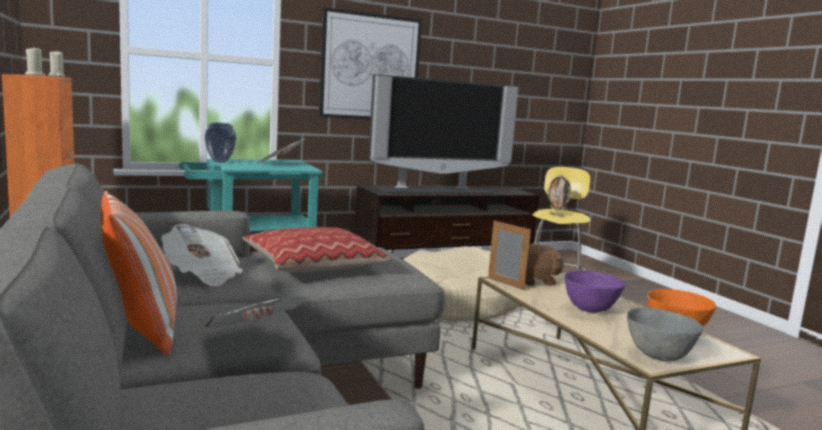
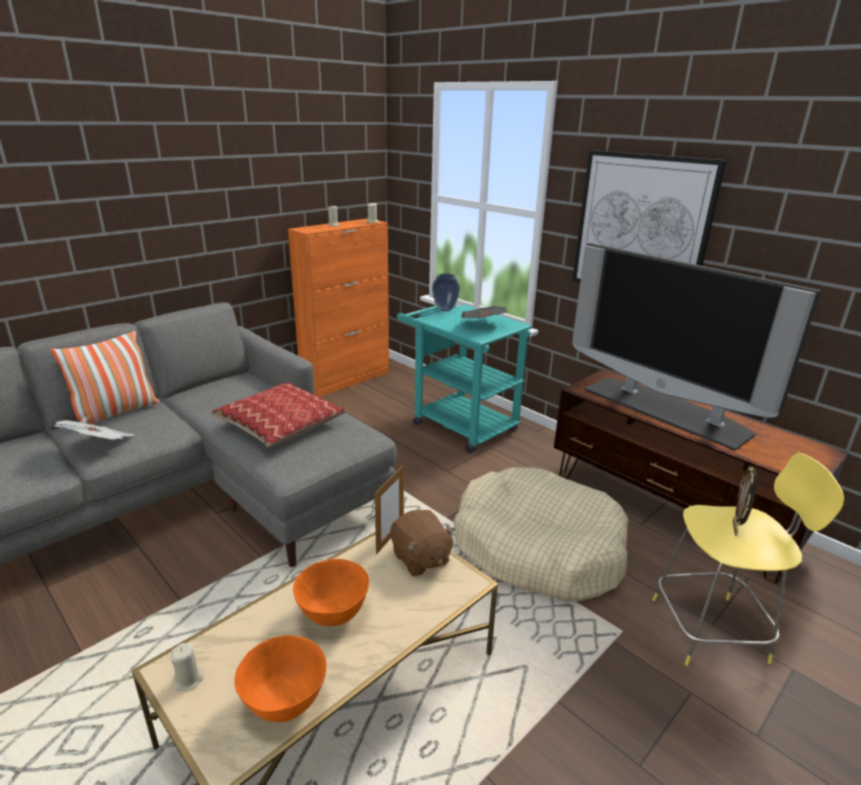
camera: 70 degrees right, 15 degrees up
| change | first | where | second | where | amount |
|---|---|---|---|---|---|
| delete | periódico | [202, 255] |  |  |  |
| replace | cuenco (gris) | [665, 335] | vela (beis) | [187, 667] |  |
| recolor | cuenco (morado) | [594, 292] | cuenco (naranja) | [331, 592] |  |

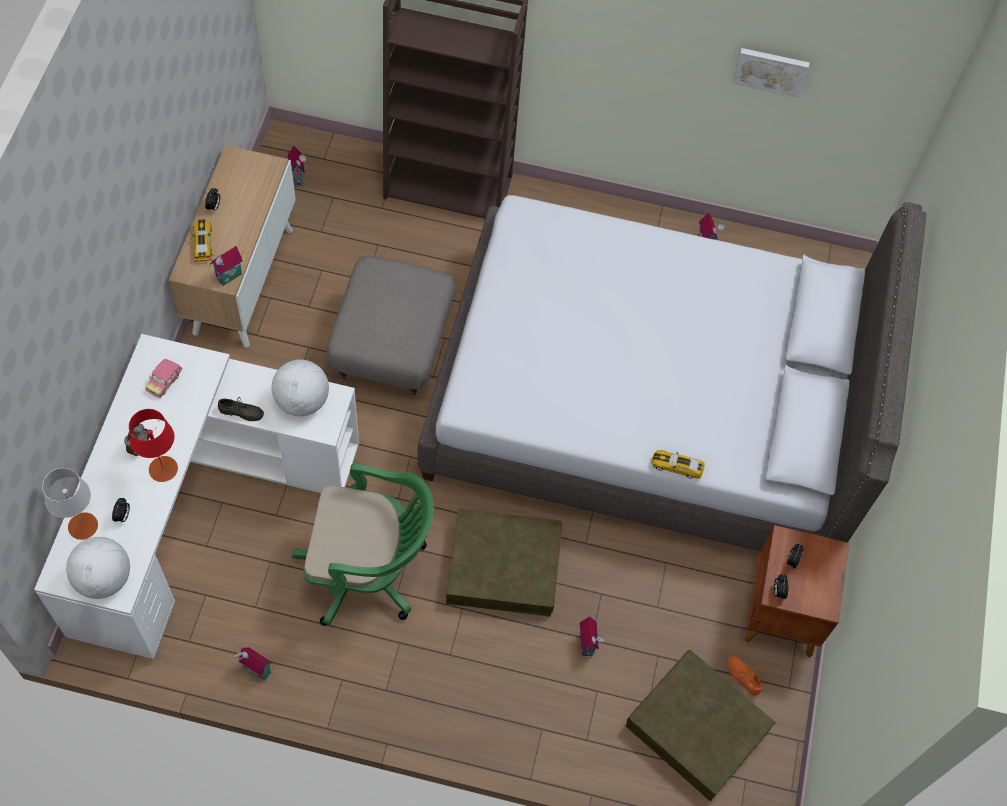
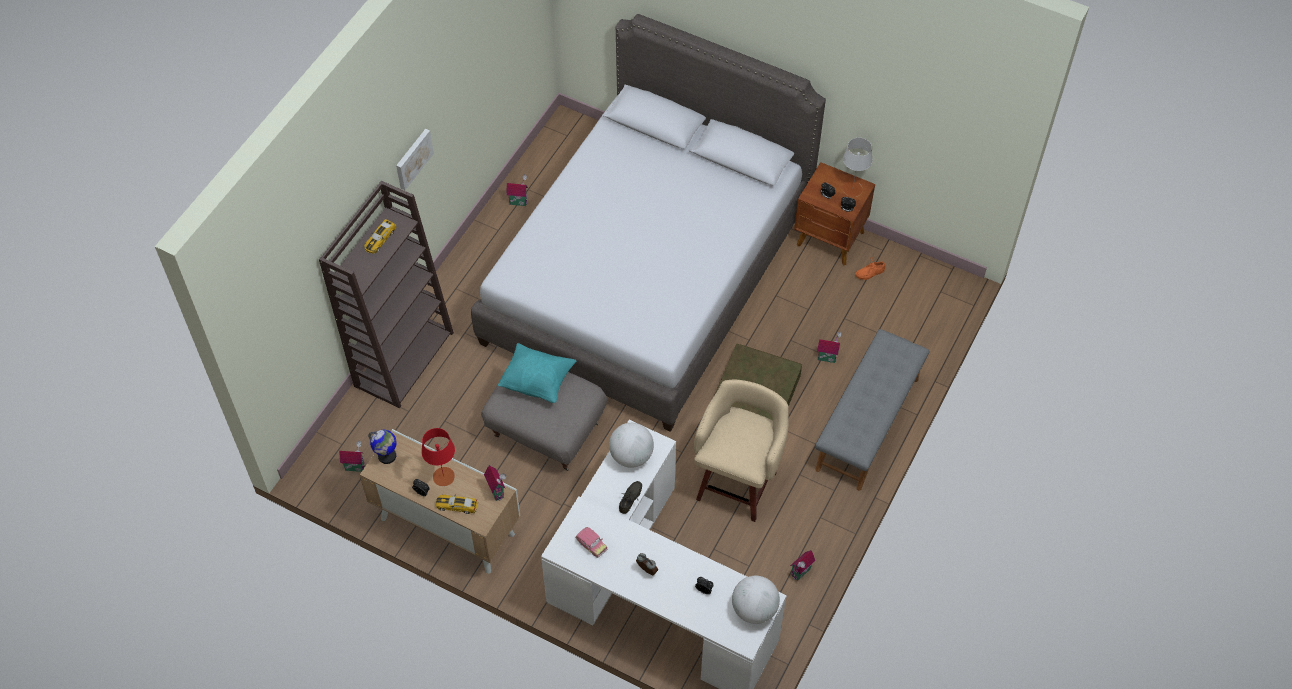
camera: 70 degrees left, 5 degrees down
| change | first | where | second | where | amount |
|---|---|---|---|---|---|
| delete | caja de almacenaje (marrón) | [700, 725] |  |  |  |
| insert |  |  | globo terráqueo | [382, 447] |  |
| insert |  |  | cojín (turquesa) | [537, 373] |  |
| insert |  |  | banco (gris) | [872, 410] |  |
| move | lámpara de mesa (gris) | [70, 504] |  | [858, 167] |  |
| move | lámpara de mesa (rojo) | [153, 445] |  | [438, 457] |  |
| move | coche de juguete | [678, 464] |  | [380, 236] |  |
| move | cuadro | [771, 73] |  | [415, 159] |  |
| replace | silla de oficina (verde) | [363, 545] | taburete (beis) | [741, 451] |  |

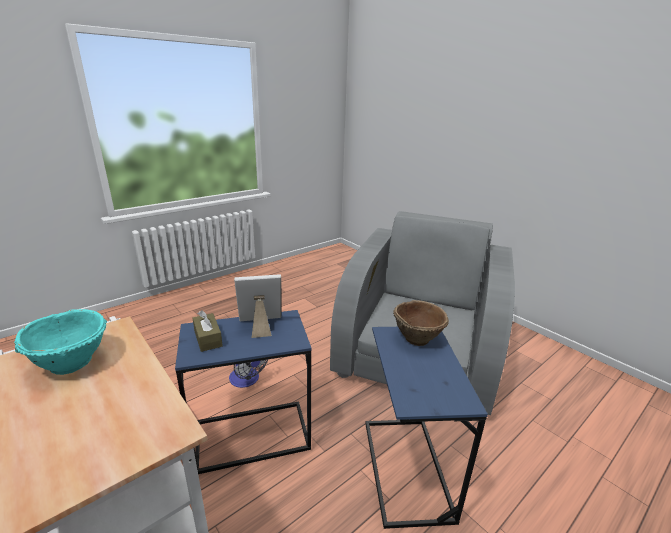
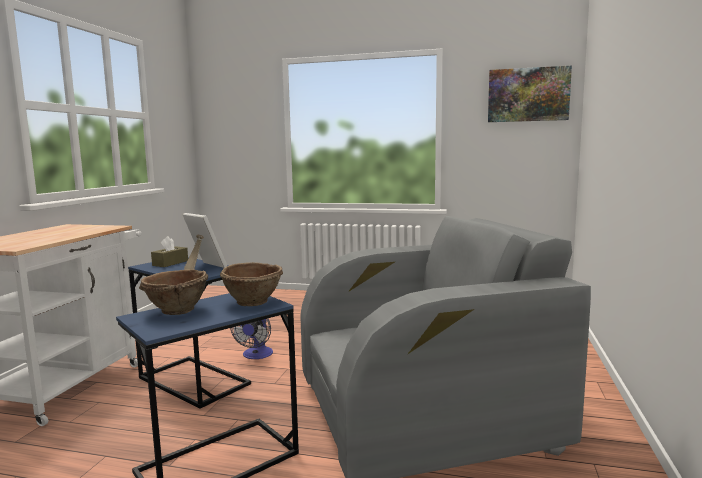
camera: 55 degrees right, 15 degrees down
| change | first | where | second | where | amount |
|---|---|---|---|---|---|
| delete | cuenco (turquesa) | [60, 342] |  |  |  |
| insert |  |  | cuenco (marrón) | [173, 292] |  |
| insert |  |  | cuadro | [530, 94] |  |

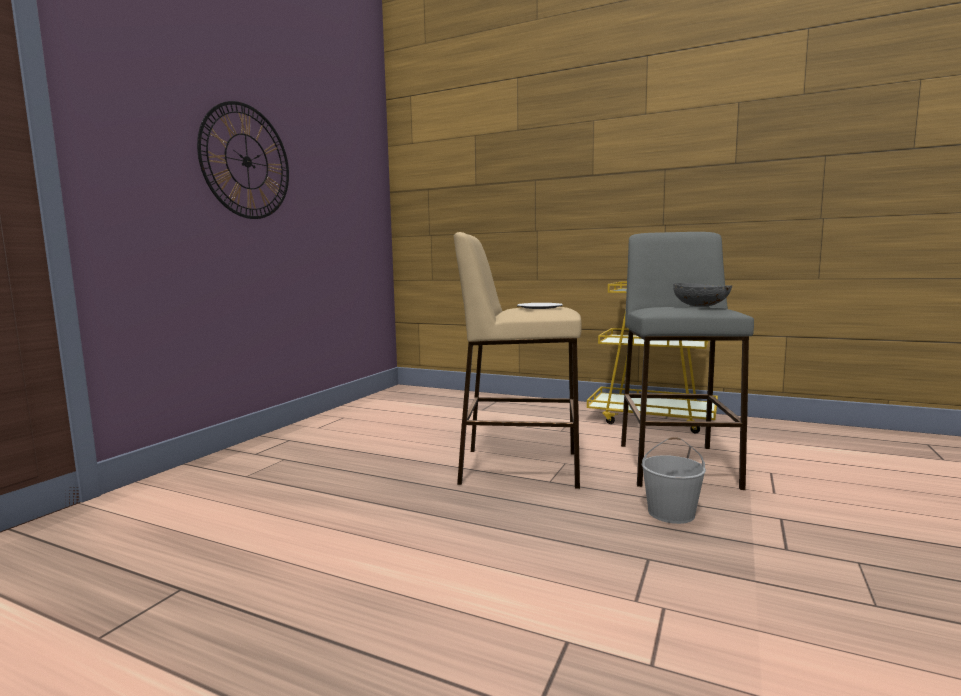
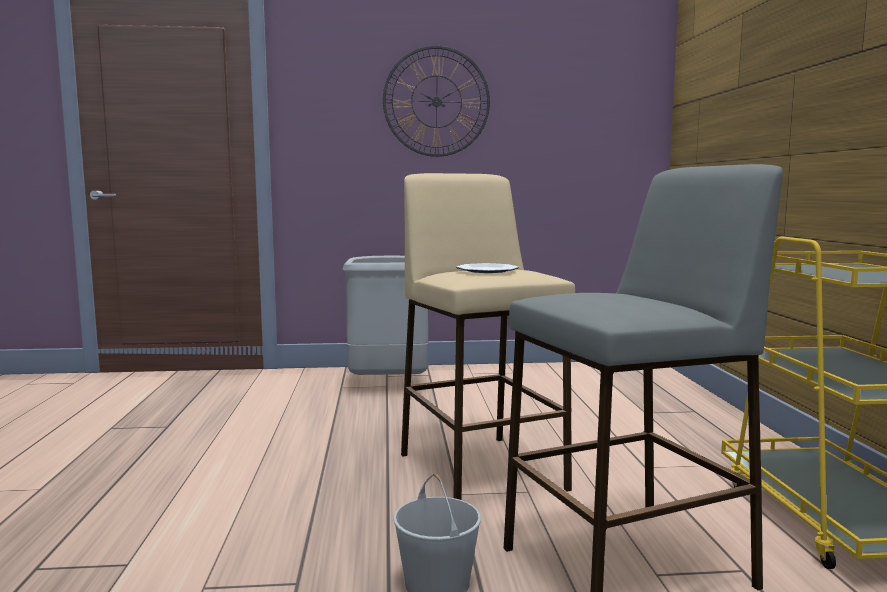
camera: 60 degrees right, 0 degrees up
| change | first | where | second | where | amount |
|---|---|---|---|---|---|
| delete | cuenco (gris) | [702, 295] |  |  |  |
| insert |  |  | papelera (gris) | [385, 315] |  |

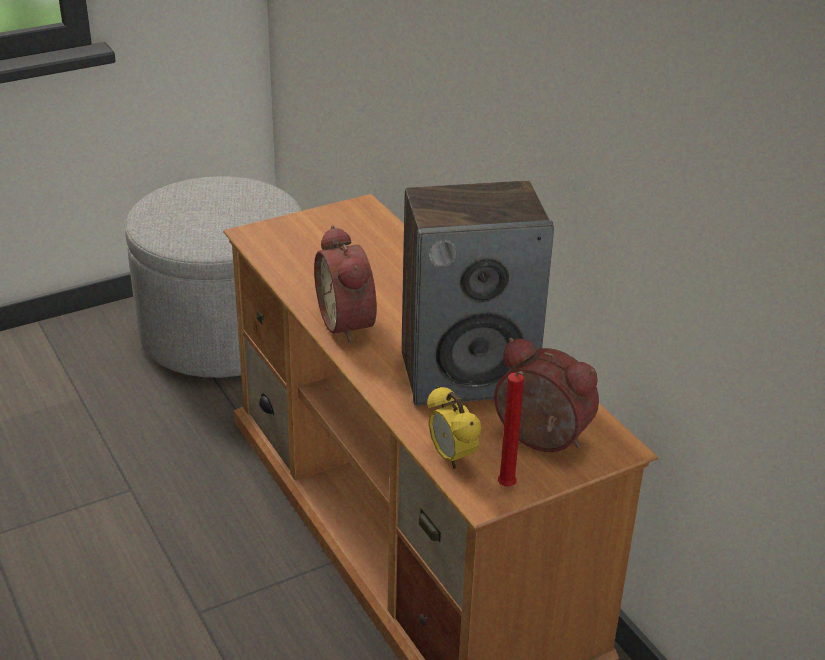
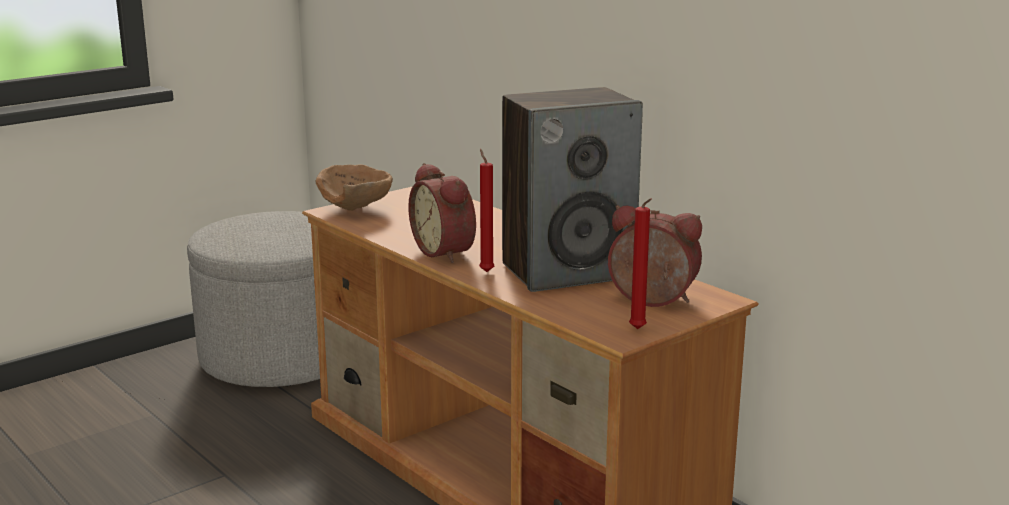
camera: 10 degrees left, 15 degrees down
| change | first | where | second | where | amount |
|---|---|---|---|---|---|
| delete | despertador | [454, 427] |  |  |  |
| insert |  |  | cuenco (marrón) | [354, 187] |  |
| insert |  |  | vela (rojo) | [486, 210] |  |

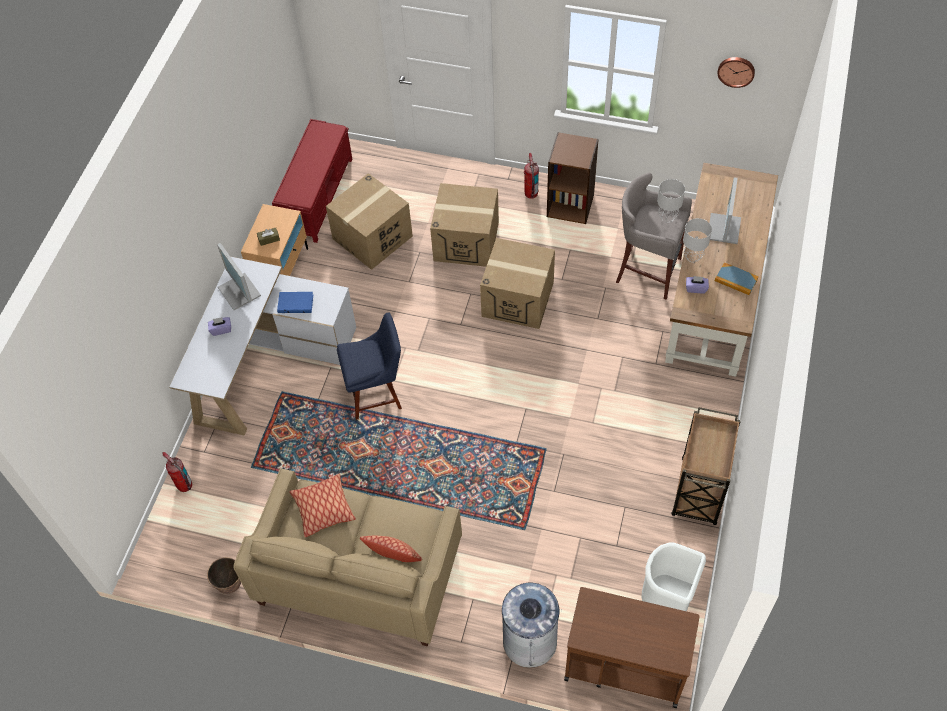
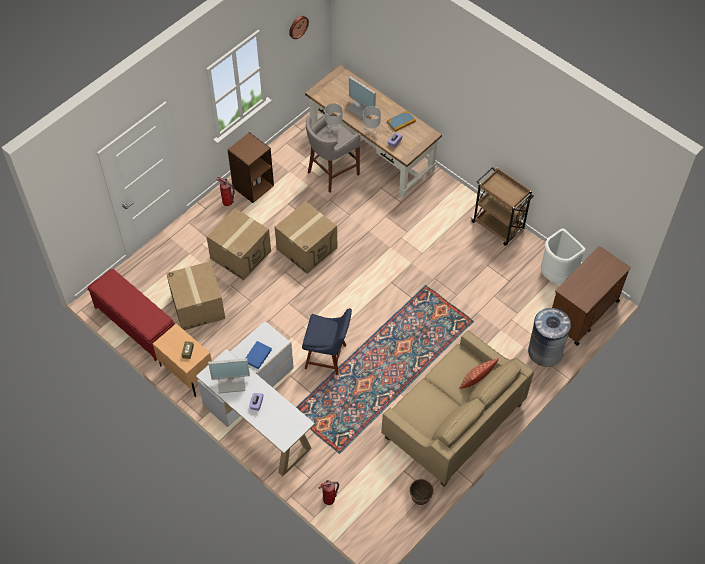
camera: 65 degrees left, 0 degrees up
| change | first | where | second | where | amount |
|---|---|---|---|---|---|
| delete | cojín | [322, 505] |  |  |  |
| rotate | silla (azul) | [369, 366] |  | [327, 341] | 90 degrees clockwise |

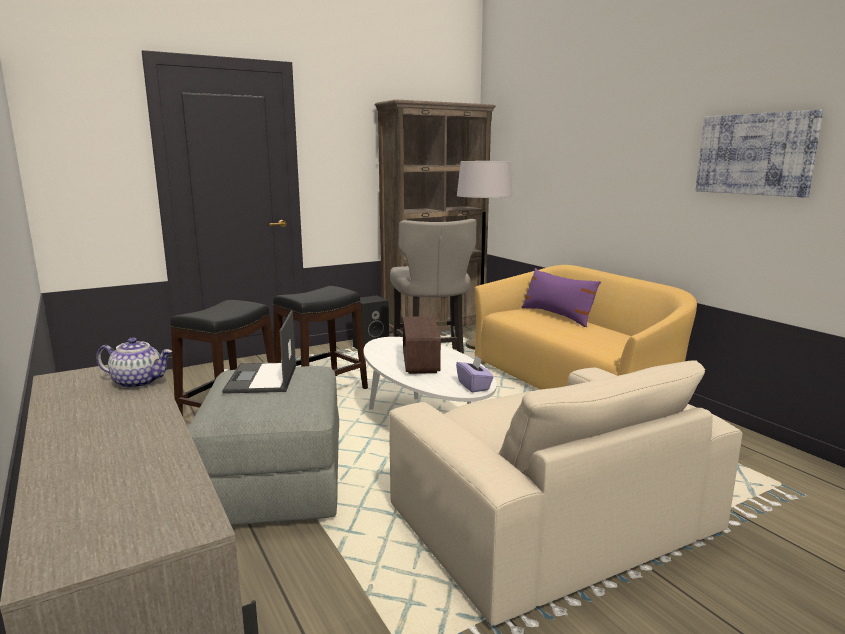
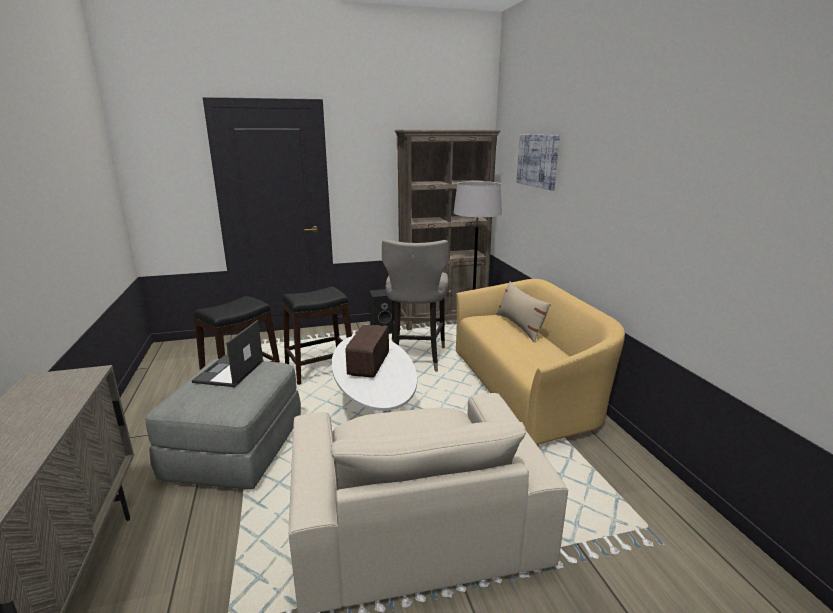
camera: 15 degrees right, 5 degrees up
| change | first | where | second | where | amount |
|---|---|---|---|---|---|
| delete | tetera | [134, 363] |  |  |  |
| delete | caja de pañuelos (morado) | [475, 374] |  |  |  |
| move | cuadro | [759, 154] |  | [538, 163] |  |
| recolor | cojín (morado) | [561, 297] | cojín (beis) | [523, 312] |  |

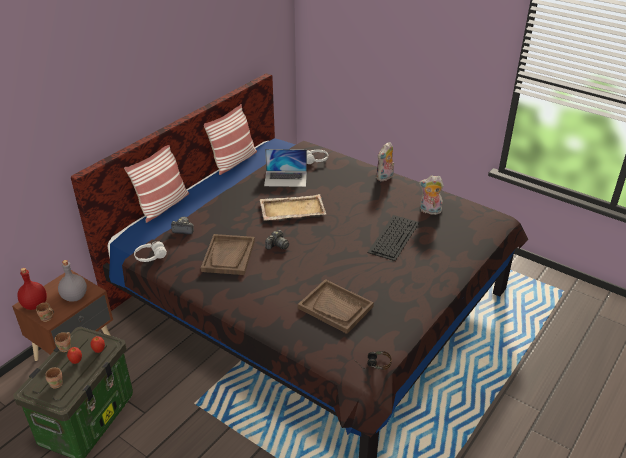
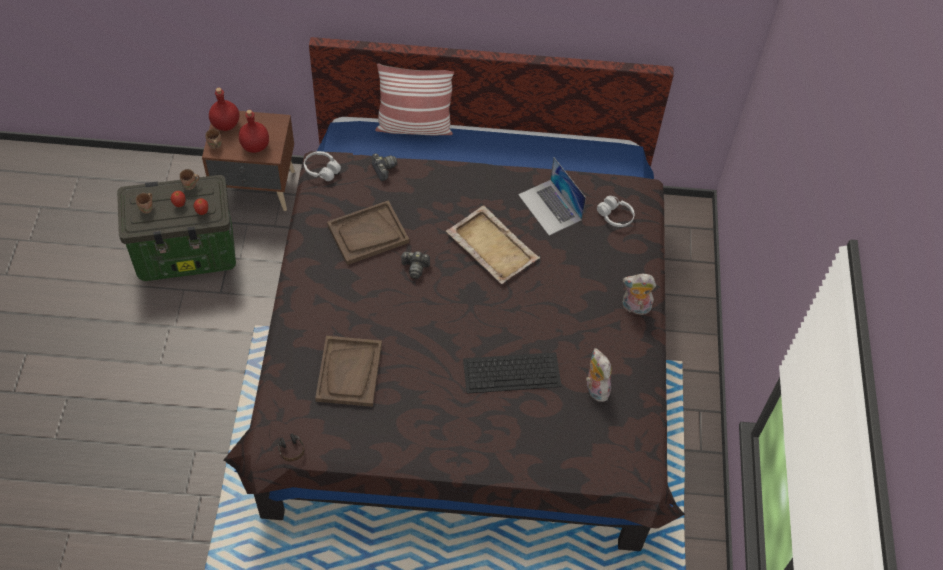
camera: 55 degrees right, 20 degrees up
| change | first | where | second | where | amount |
|---|---|---|---|---|---|
| delete | cojín | [230, 139] |  |  |  |
| recolor | botella (gris) | [72, 281] | botella (rojo) | [254, 131] |  |

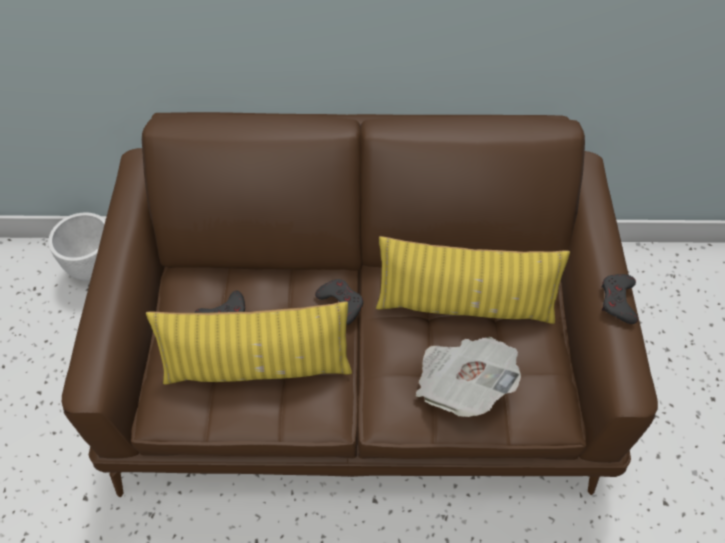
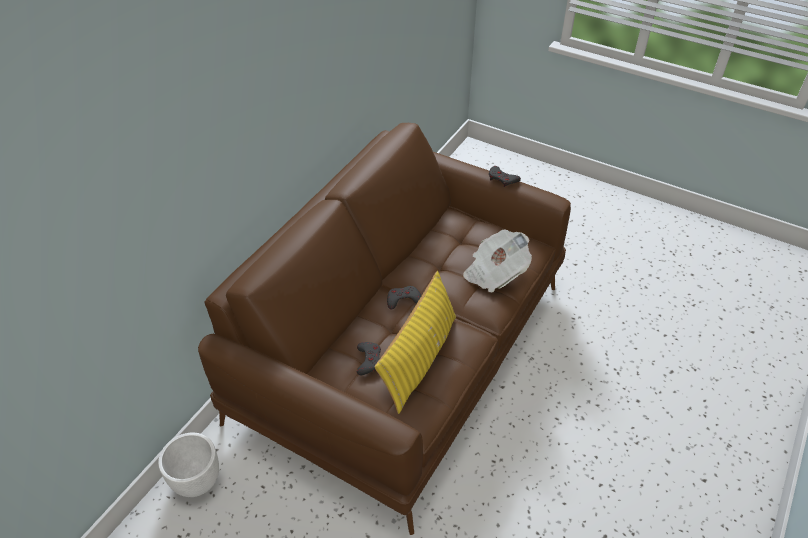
camera: 60 degrees left, 10 degrees down
| change | first | where | second | where | amount |
|---|---|---|---|---|---|
| delete | cojín (amarillo) | [473, 280] |  |  |  |

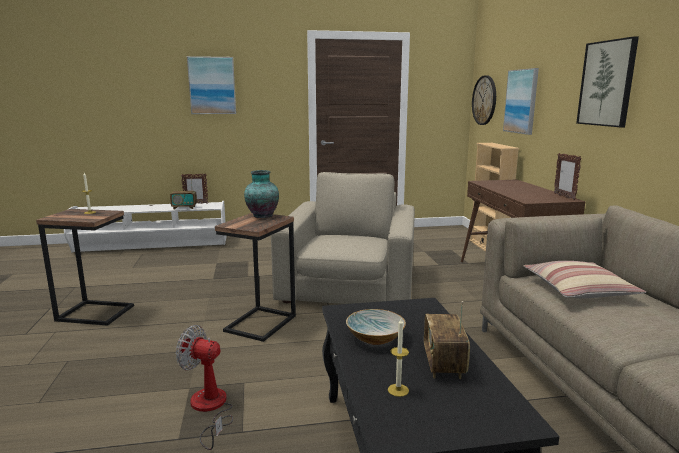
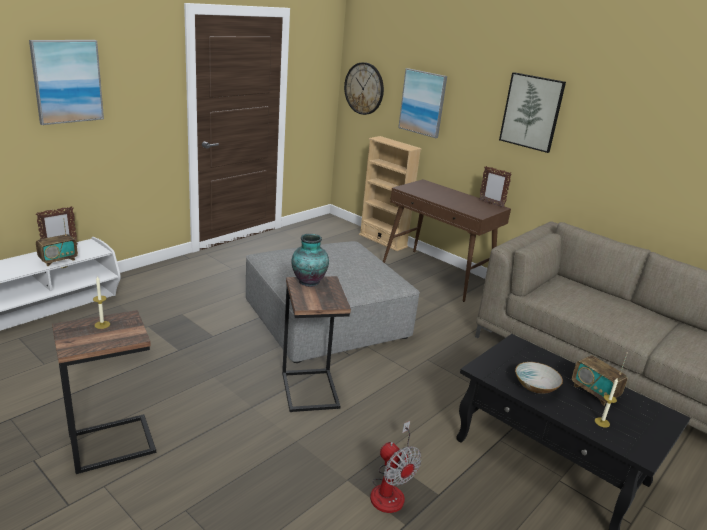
camera: 40 degrees left, 10 degrees up
| change | first | where | second | where | amount |
|---|---|---|---|---|---|
| delete | cojín | [585, 279] |  |  |  |
| replace | sillón (beis) | [343, 238] | puf (gris) | [333, 302] |  |
| rotate | ventilador | [204, 387] |  | [395, 467] | 105 degrees counterclockwise |

